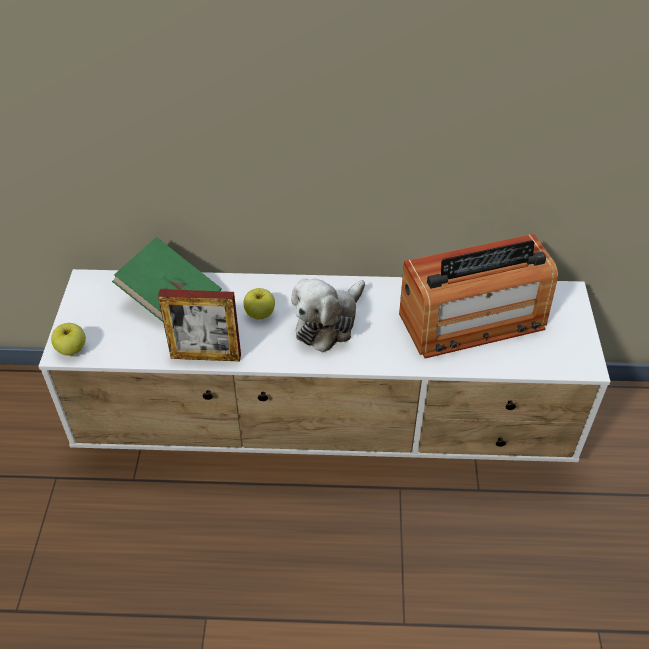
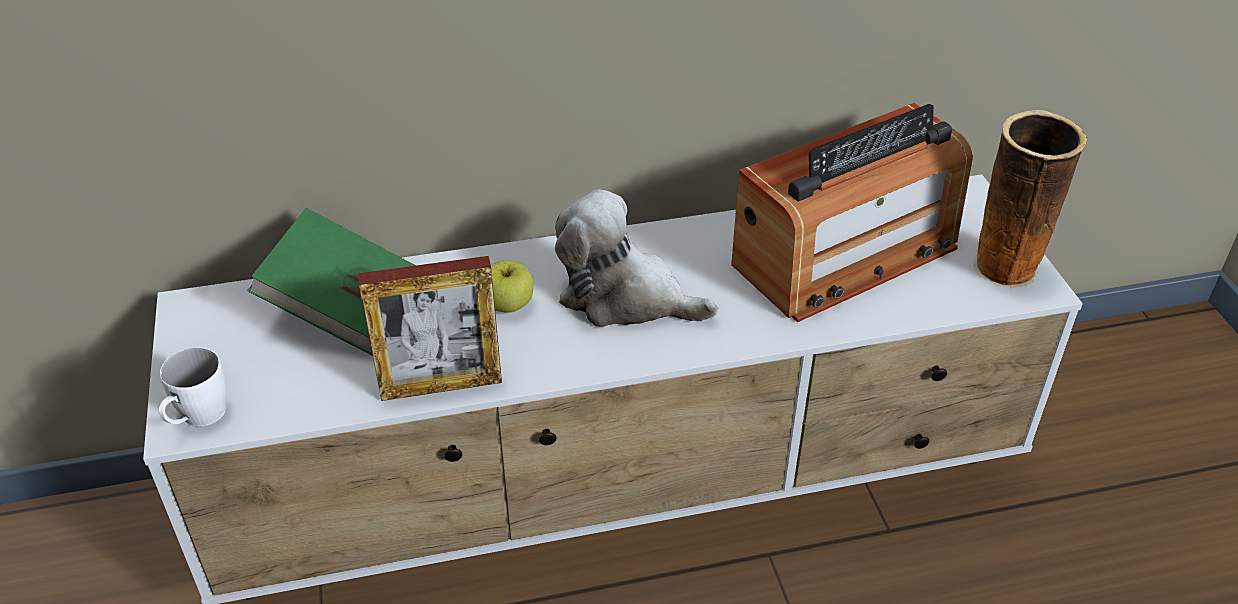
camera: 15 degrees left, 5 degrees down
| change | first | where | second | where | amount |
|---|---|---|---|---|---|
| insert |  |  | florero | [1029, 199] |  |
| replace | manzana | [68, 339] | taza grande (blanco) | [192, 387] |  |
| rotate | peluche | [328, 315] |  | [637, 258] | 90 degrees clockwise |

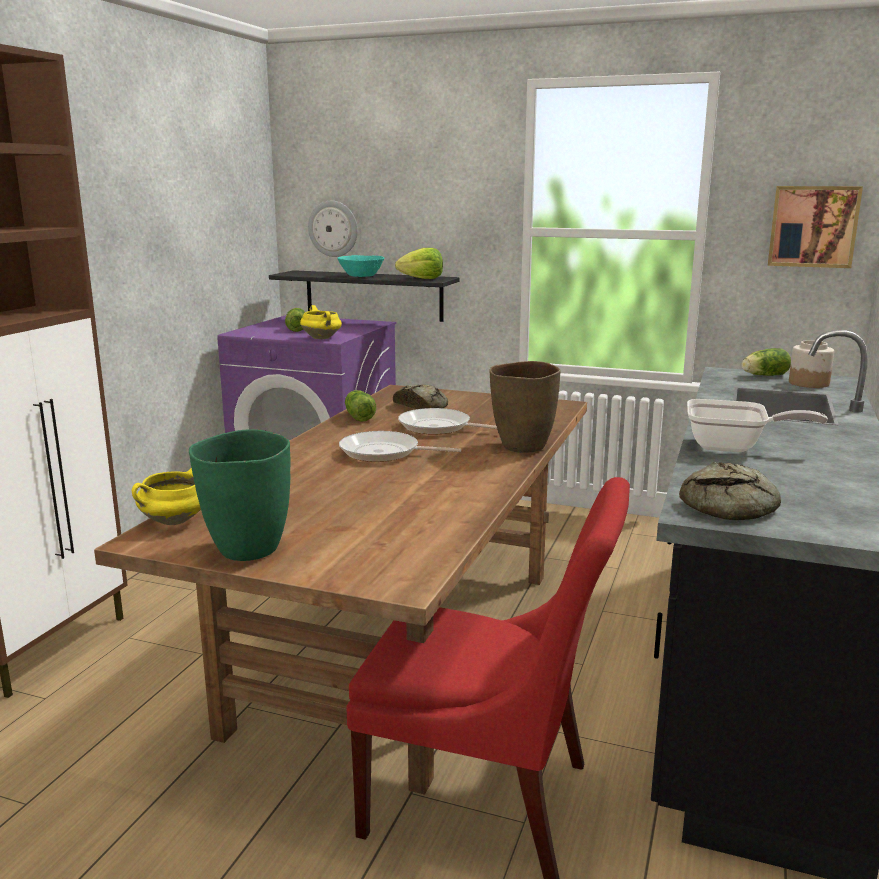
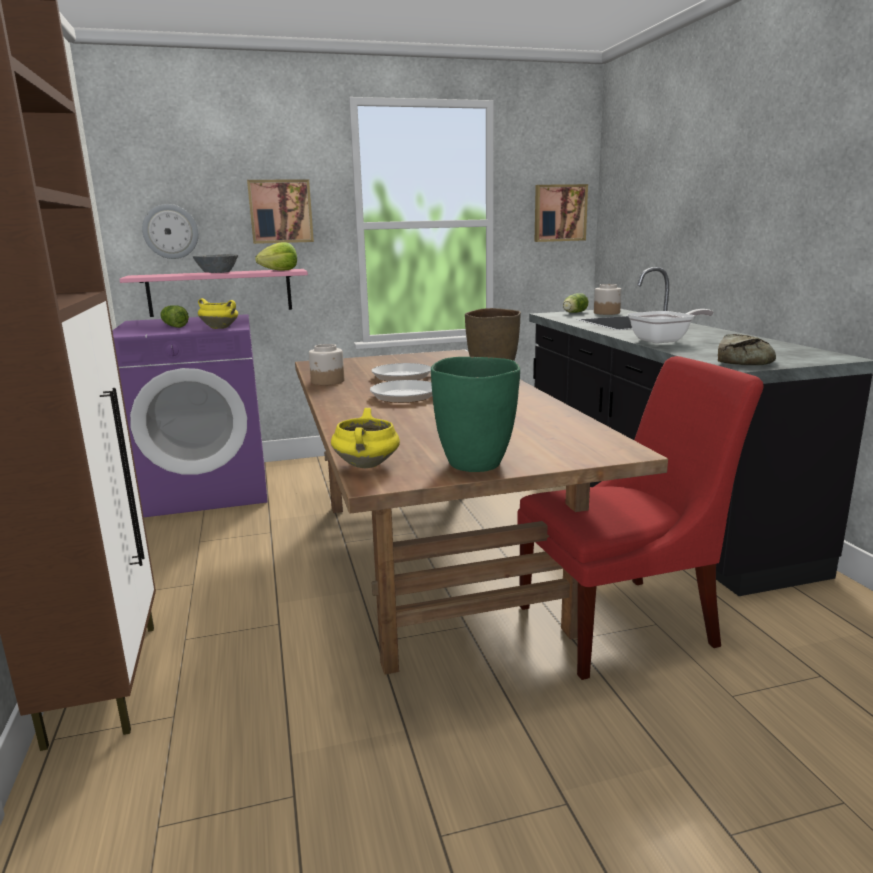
camera: 35 degrees left, 0 degrees up
| change | first | where | second | where | amount |
|---|---|---|---|---|---|
| delete | pan | [420, 397] |  |  |  |
| insert |  |  | cuadro | [280, 211] |  |
| replace | lechuga | [360, 406] | tarro | [326, 364] |  |
| recolor | estante (negro) | [364, 296] | estante (rosa) | [214, 293] |  |
| recolor | cuenco (turquesa) | [360, 266] | cuenco (gris) | [215, 263] |  |

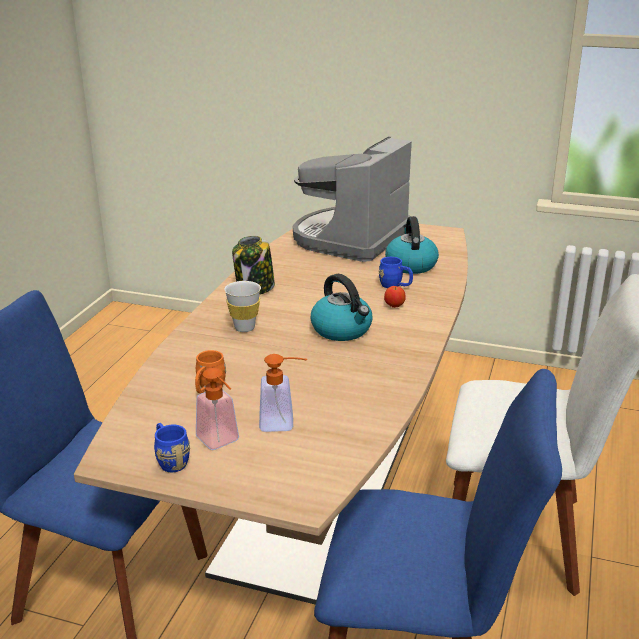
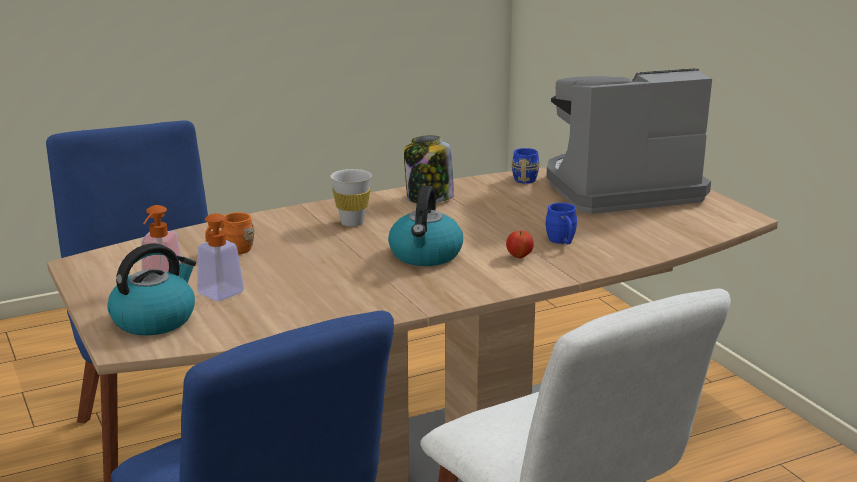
camera: 45 degrees right, 5 degrees down
| change | first | where | second | where | amount |
|---|---|---|---|---|---|
| move | taza grande (azul) | [172, 447] |  | [525, 166] |  |
| move | hervidor | [412, 245] |  | [151, 289] |  |

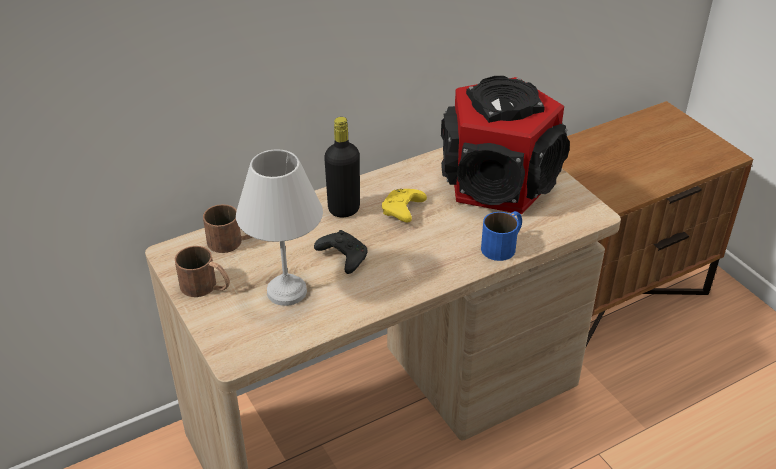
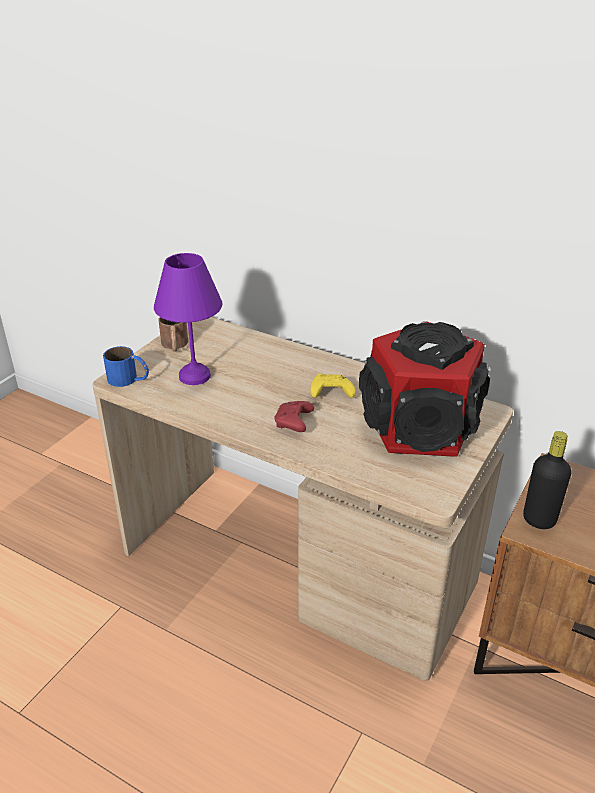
camera: 60 degrees right, 5 degrees down
| change | first | where | second | where | amount |
|---|---|---|---|---|---|
| delete | taza grande (marrón) | [227, 228] |  |  |  |
| delete | mando de consola (negro) | [341, 252] |  |  |  |
| insert |  |  | mando de consola (rojo) | [294, 416] |  |
| move | botella (negro) | [342, 167] |  | [547, 480] |  |
| move | taza grande (azul) | [501, 236] |  | [126, 366] |  |
| recolor | lámpara de mesa (blanco) | [279, 227] | lámpara de mesa (morado) | [188, 319] |  |

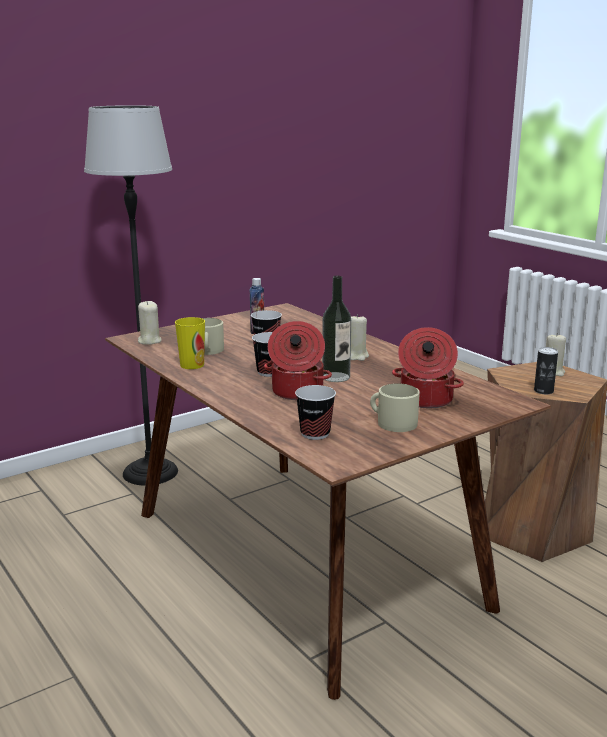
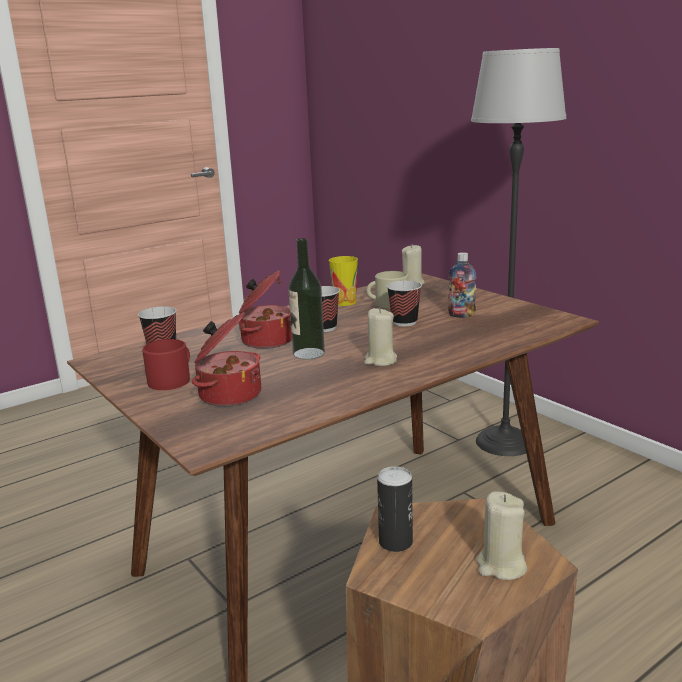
camera: 90 degrees right, 0 degrees up
| change | first | where | second | where | amount |
|---|---|---|---|---|---|
| recolor | taza grande (beis) | [395, 407] | taza grande (rojo) | [166, 364] |  |

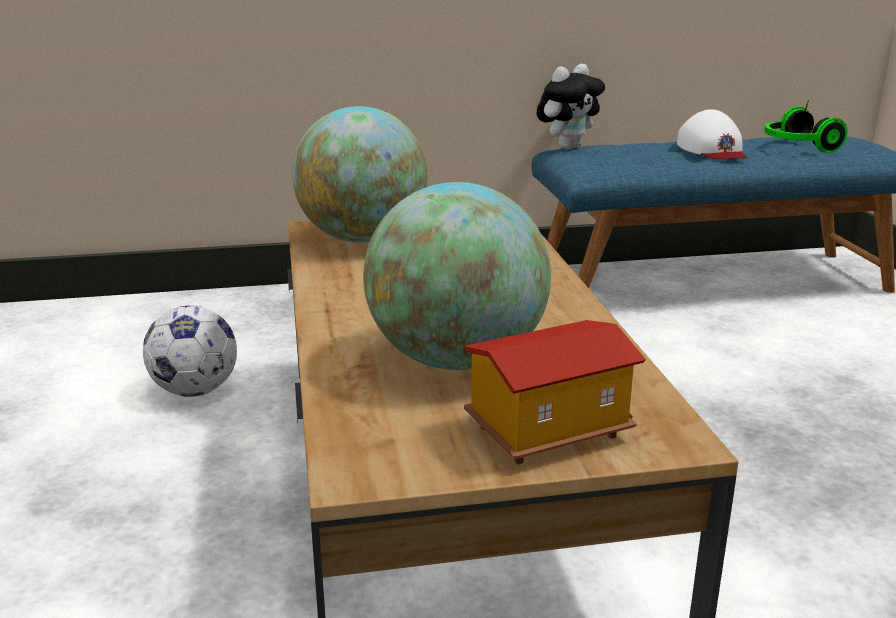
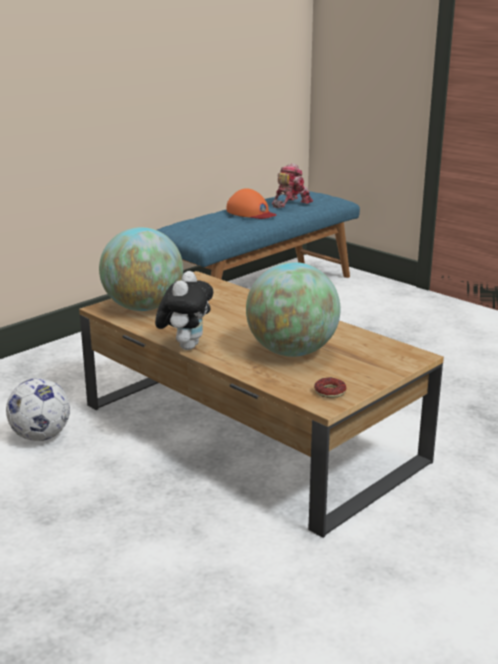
camera: 35 degrees left, 0 degrees up
| change | first | where | second | where | amount |
|---|---|---|---|---|---|
| delete | casita | [555, 392] |  |  |  |
| insert |  |  | rosquilla | [330, 388] |  |
| move | peluche | [570, 106] |  | [184, 310] |  |
| replace | auriculares | [806, 126] | robot de juguete | [292, 185] |  |
| recolor | gorra (blanco) | [712, 134] | gorra (naranja) | [251, 203] |  |

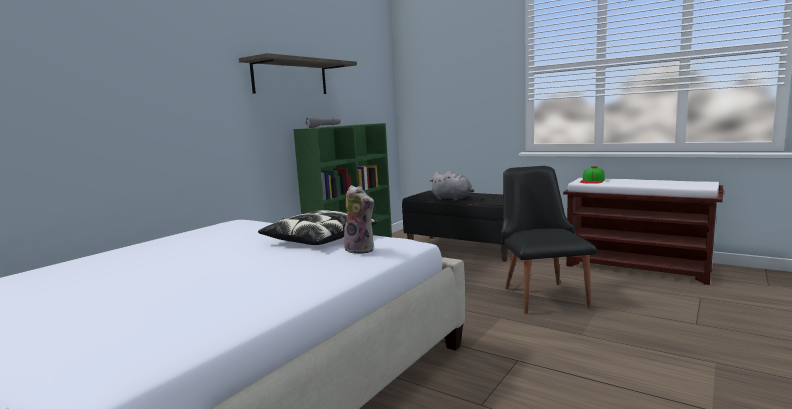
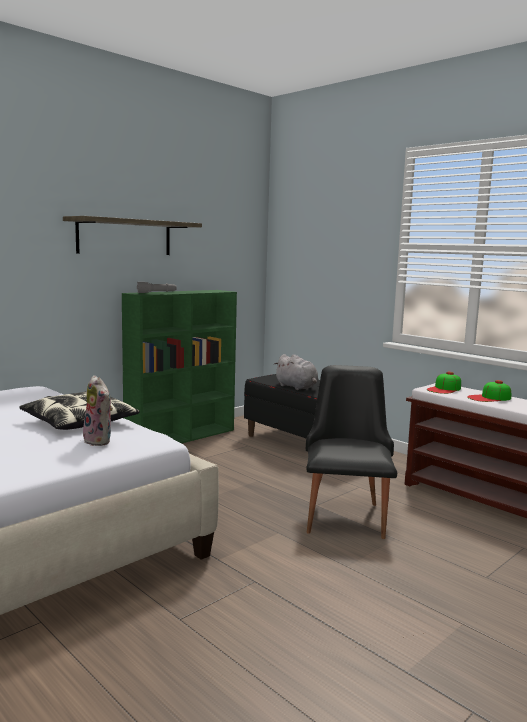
camera: 10 degrees right, 0 degrees up
| change | first | where | second | where | amount |
|---|---|---|---|---|---|
| insert |  |  | gorra | [489, 391] |  |

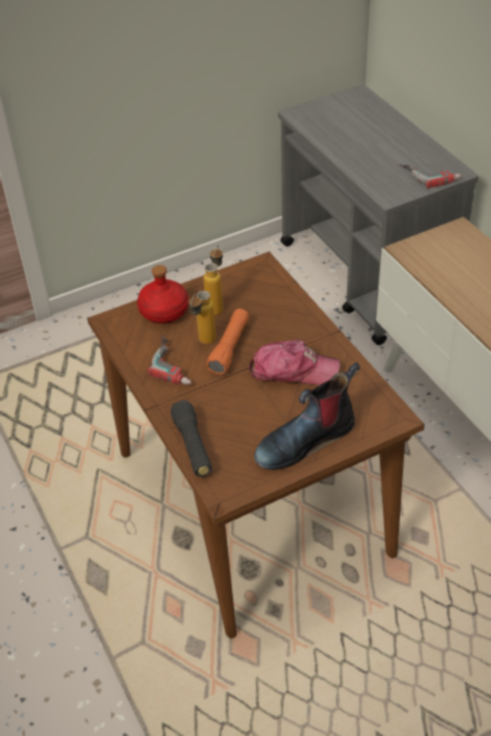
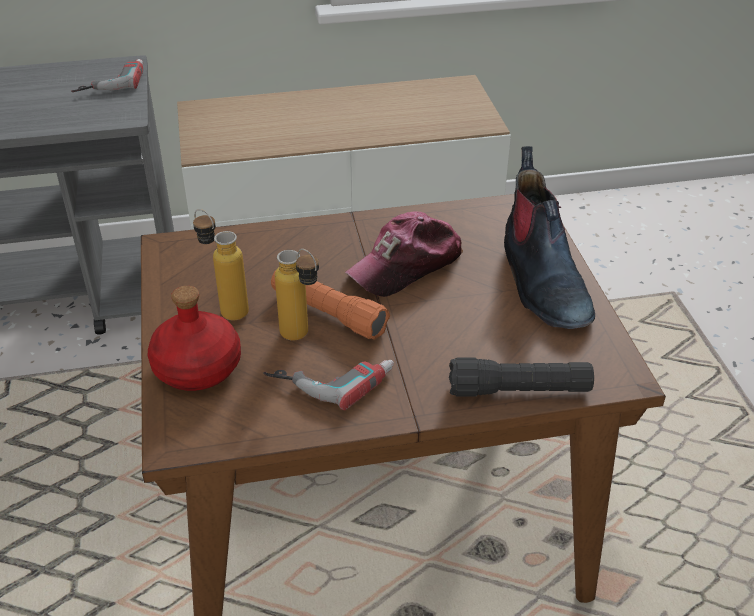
camera: 75 degrees left, 5 degrees down
| change | first | where | second | where | amount |
|---|---|---|---|---|---|
| rotate | gorra | [294, 362] |  | [404, 254] | 150 degrees counterclockwise |

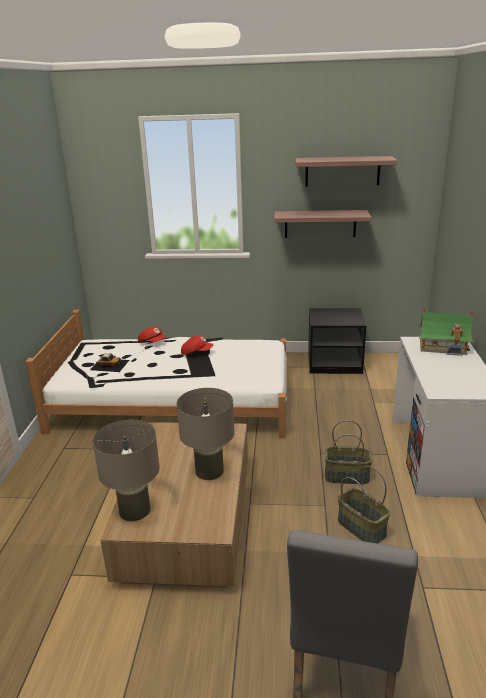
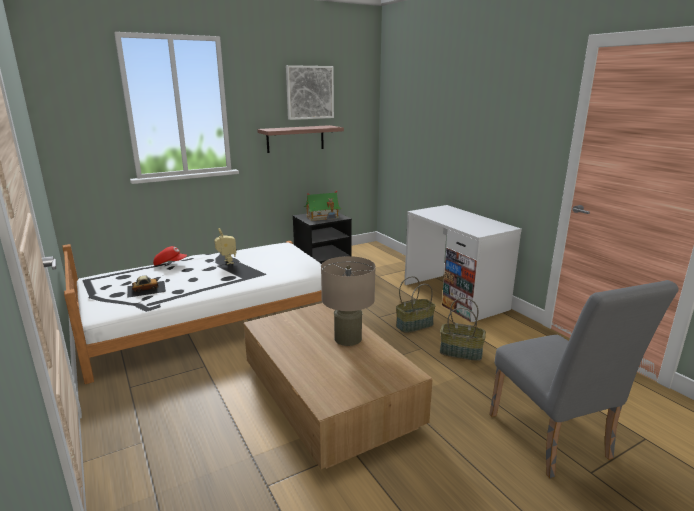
camera: 35 degrees left, 5 degrees down
| change | first | where | second | where | amount |
|---|---|---|---|---|---|
| delete | lámpara de mesa (beis) | [126, 470] |  |  |  |
| move | casita | [446, 332] |  | [322, 206] |  |
| replace | gorra (rojo) | [197, 345] | robot de juguete | [225, 246] |  |
| replace | estante | [346, 171] | cuadro | [310, 92] |  |

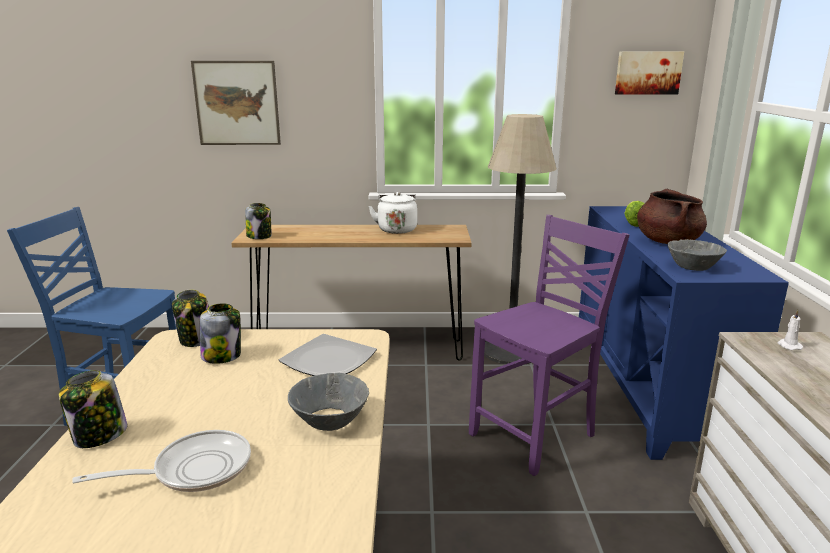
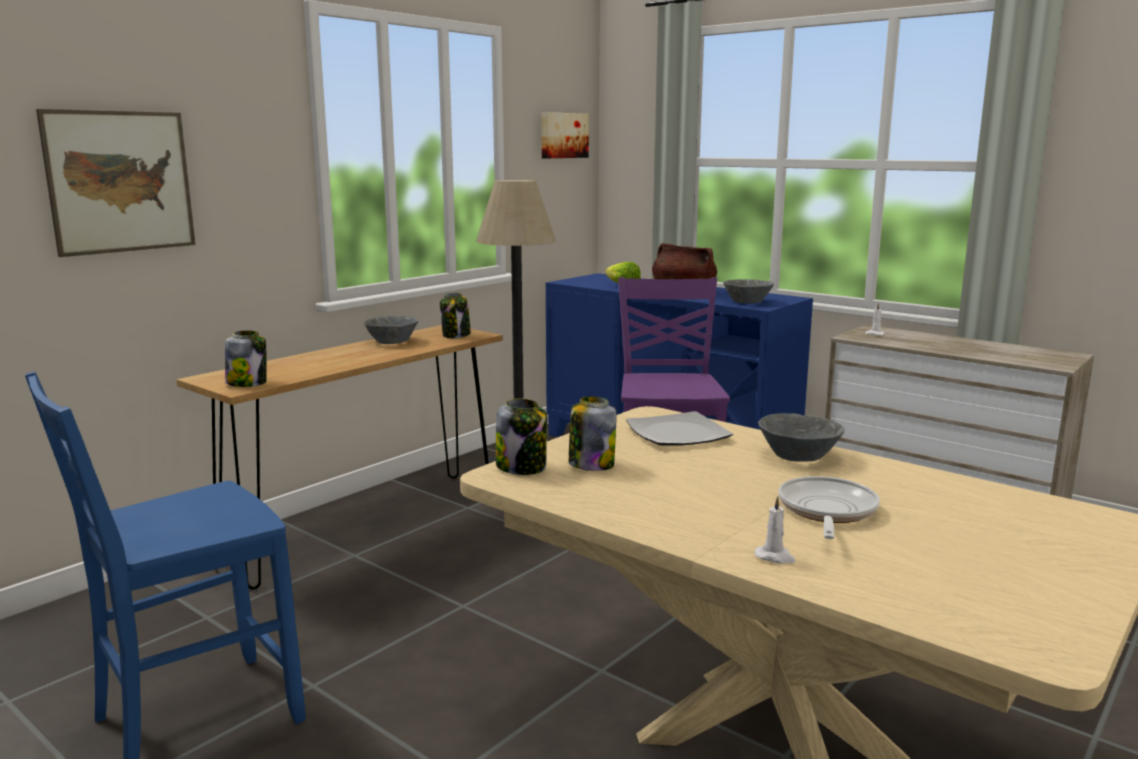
camera: 50 degrees left, 5 degrees down
| change | first | where | second | where | amount |
|---|---|---|---|---|---|
| insert |  |  | vela (blanco) | [775, 530] |  |
| move | tarro | [93, 409] |  | [455, 315] |  |
| replace | hervidor (blanco) | [392, 213] | cuenco (gris) | [390, 330] |  |

